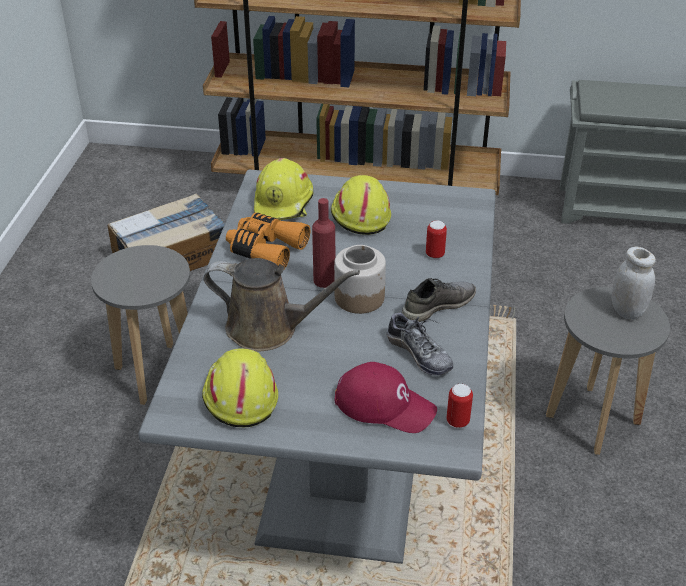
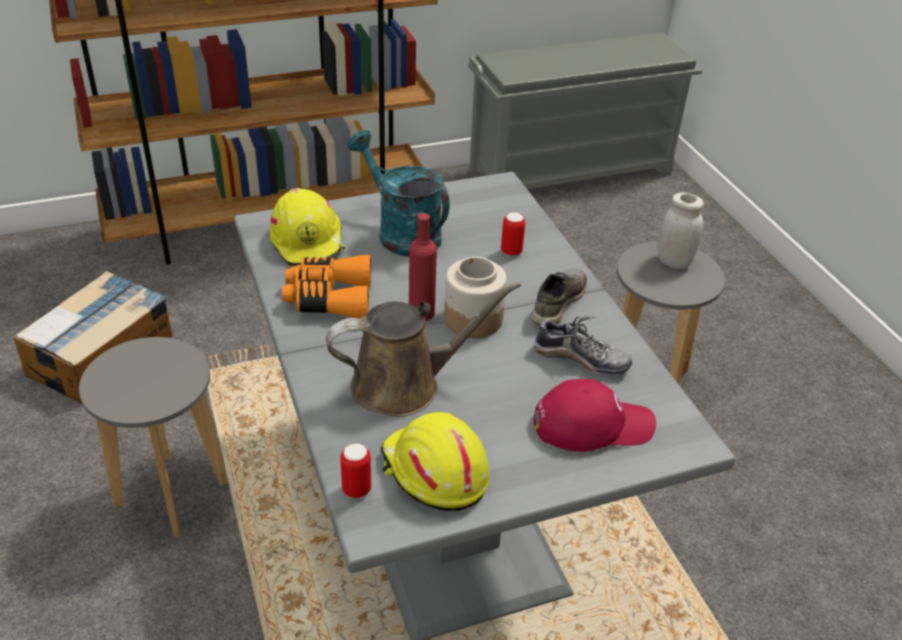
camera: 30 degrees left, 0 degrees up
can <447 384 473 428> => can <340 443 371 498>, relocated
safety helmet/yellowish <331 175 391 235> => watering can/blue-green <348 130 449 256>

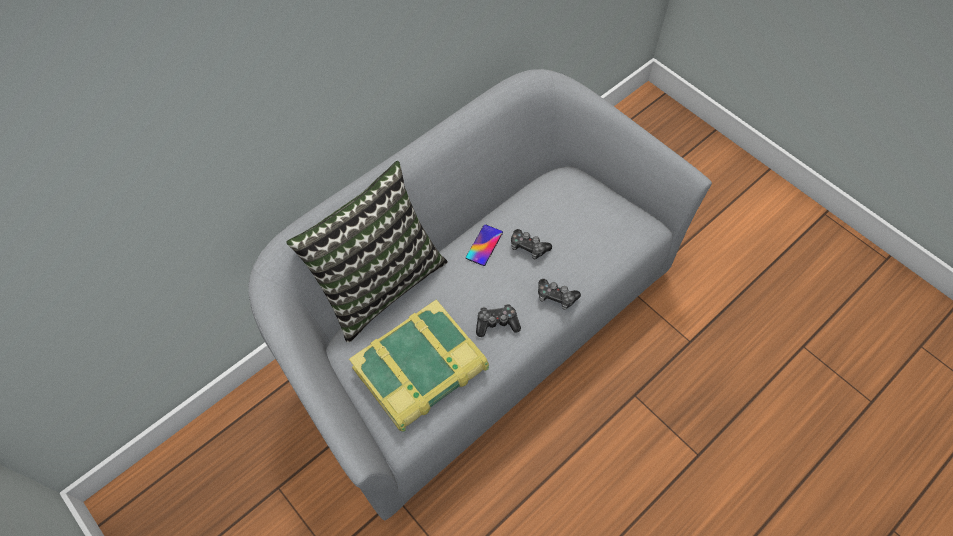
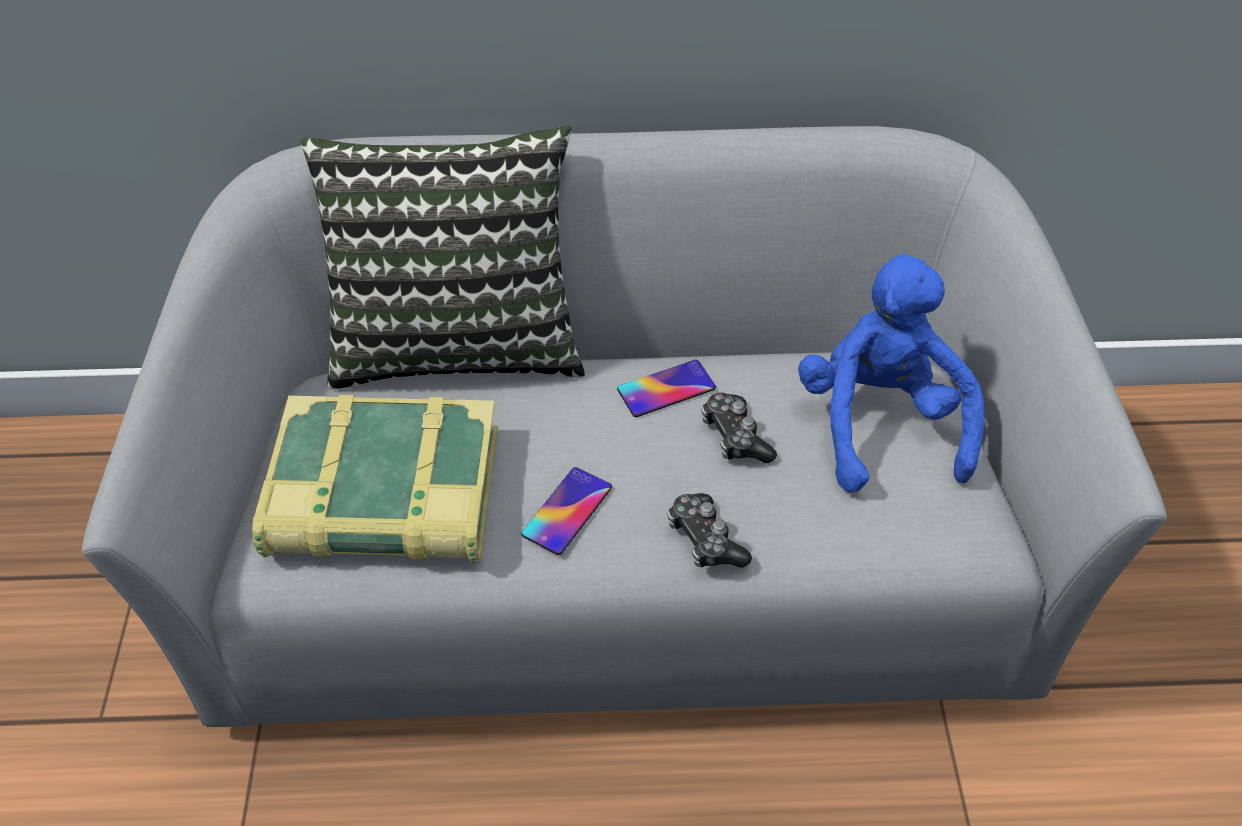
camera: 40 degrees right, 10 degrees down
gamepad <476 304 521 337> => phone <521 467 612 555>
nothing => plush toy/blue <798 253 985 493>

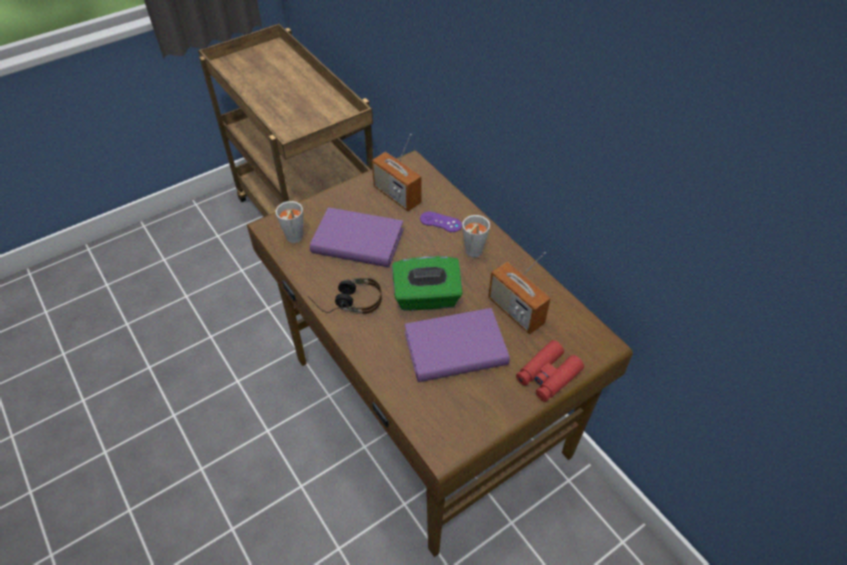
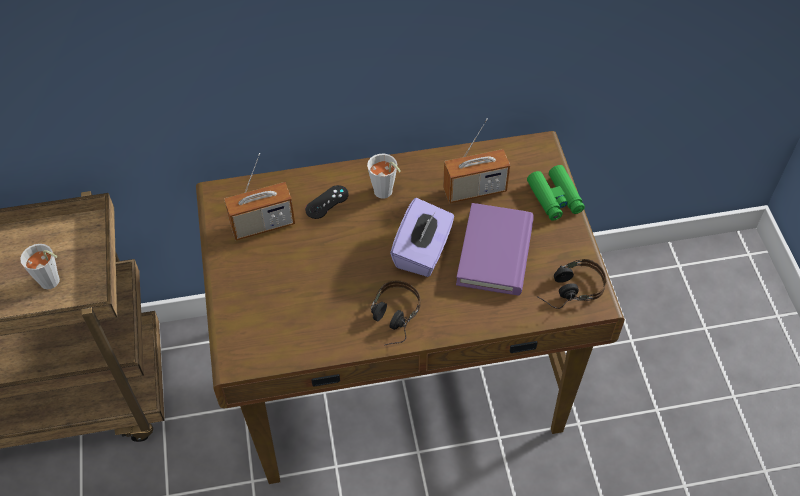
camera: 65 degrees left, 5 degrees up
drinking cup/greyish <275 201 303 243> => drinking cup/greyish <20 244 60 289>, relocated
gamepad/purplish <420 212 462 232> => gamepad/blackish <305 185 349 219>
tissue holder/greenish <392 256 463 311> => tissue holder/purplish <390 198 454 277>
pair of binoculars/reddish <516 340 584 402> => pair of binoculars/greenish <527 165 585 221>
nothing => pair of headphones <537 259 606 309>
bound book/purplish <310 207 404 267> => nothing

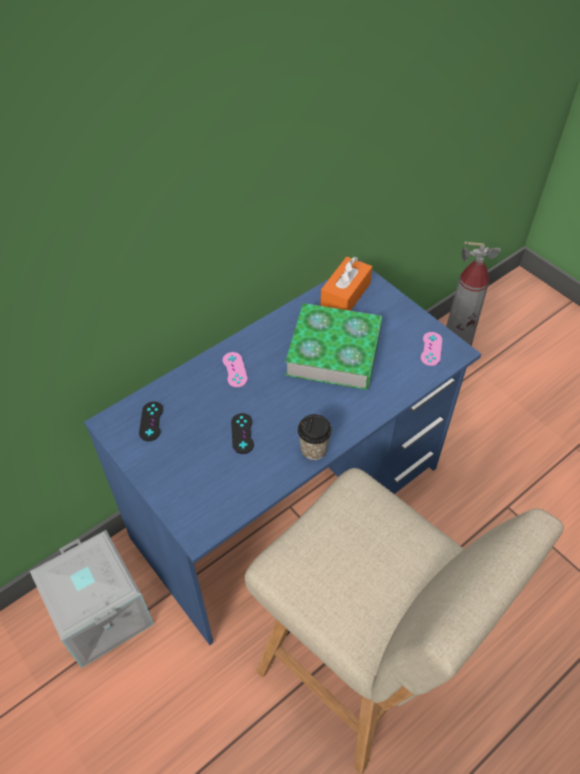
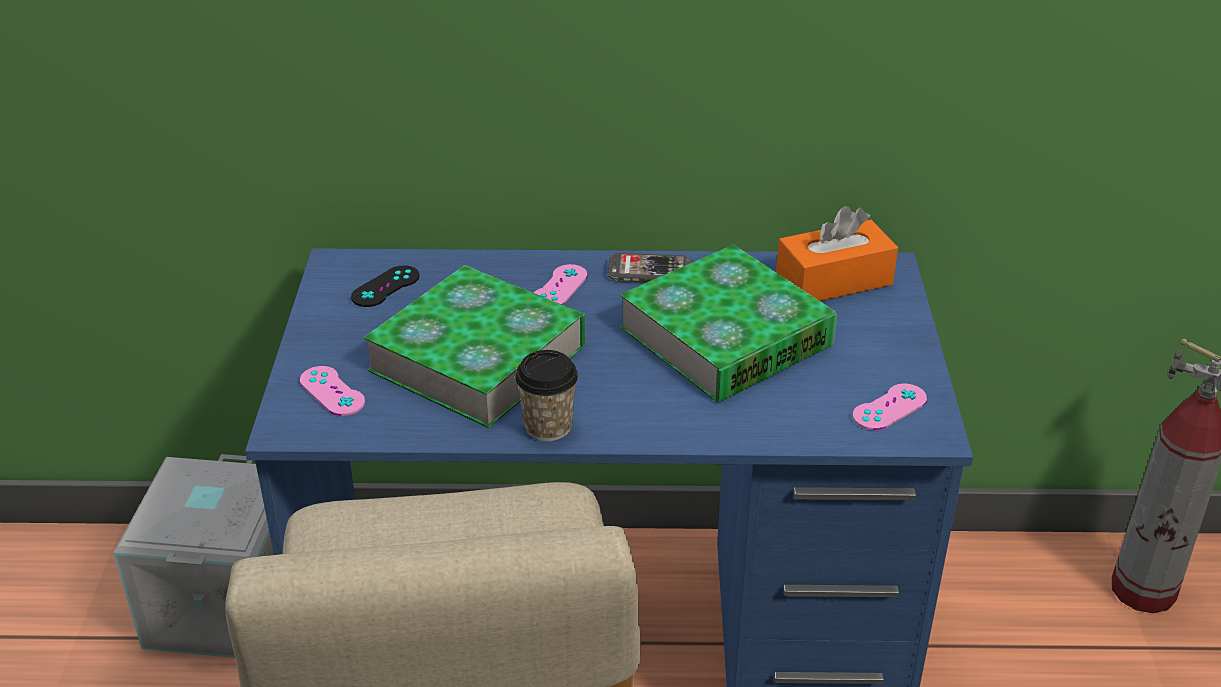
camera: 40 degrees right, 15 degrees down
nothing => gamepad/pinkish <300 366 365 416>
gamepad/blackish <231 413 254 454> => bound book <363 265 586 428>
nothing => phone <607 253 693 283>

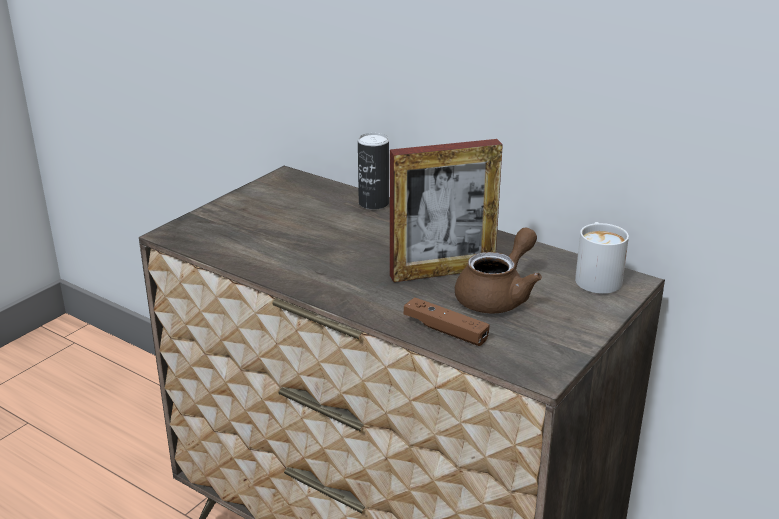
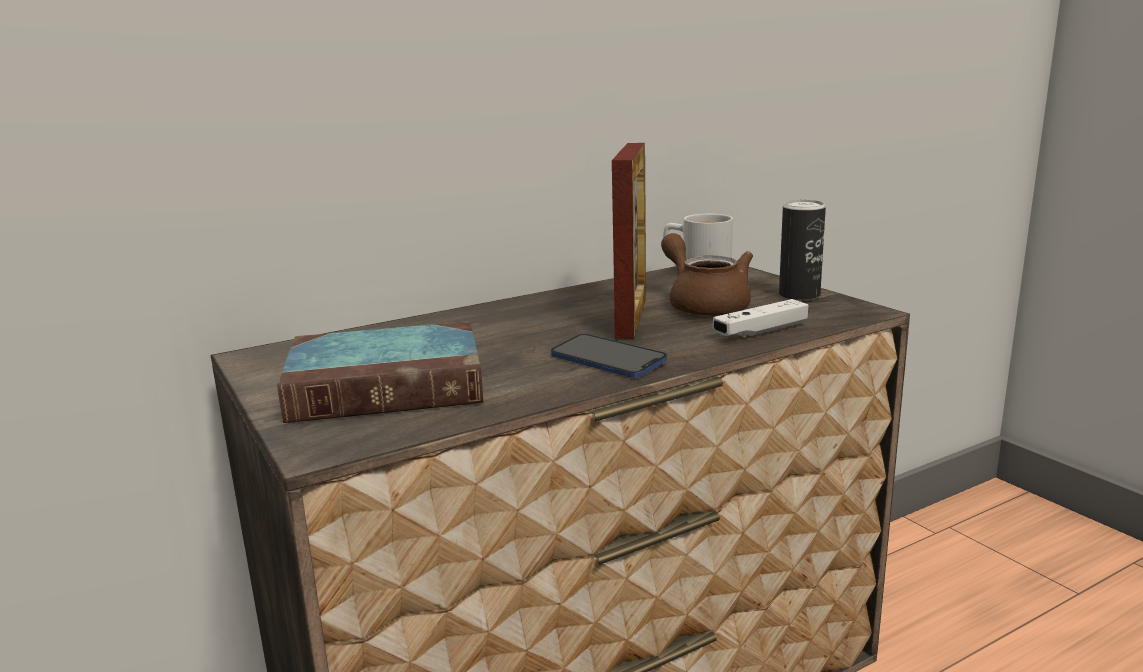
camera: 65 degrees left, 10 degrees down
nothing => bound book <277 321 483 423>
nothing => phone <551 334 667 378>
gamepad/brown <404 297 490 346> => gamepad/white-coloured <713 299 808 338>
can <358 133 389 210> => can <779 200 826 301>, relocated

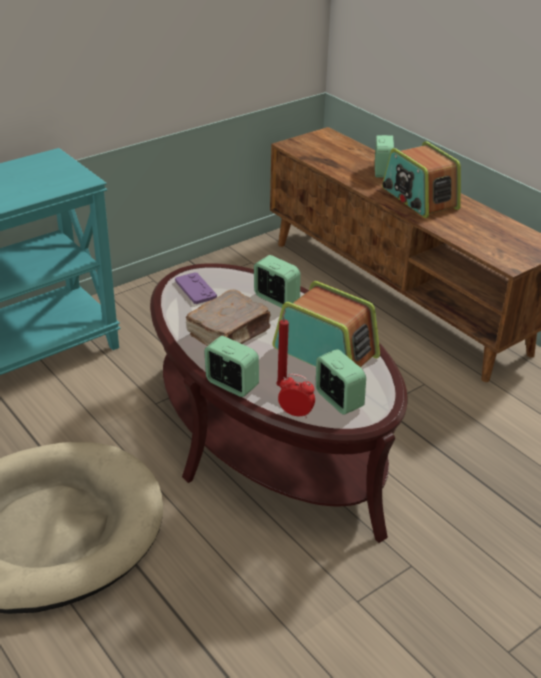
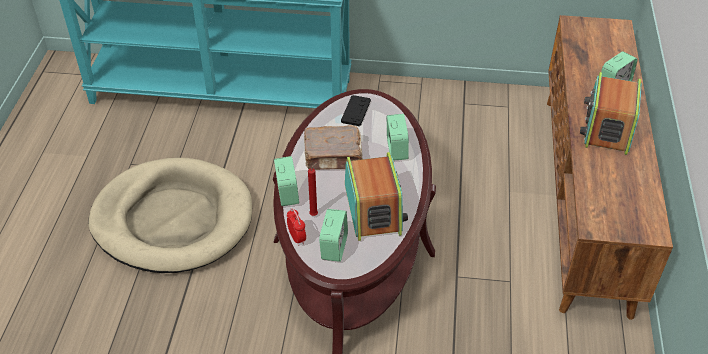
camera: 45 degrees right, 10 degrees up
gamepad/purplish <175 272 217 304> => gamepad/blackish <341 95 371 126>

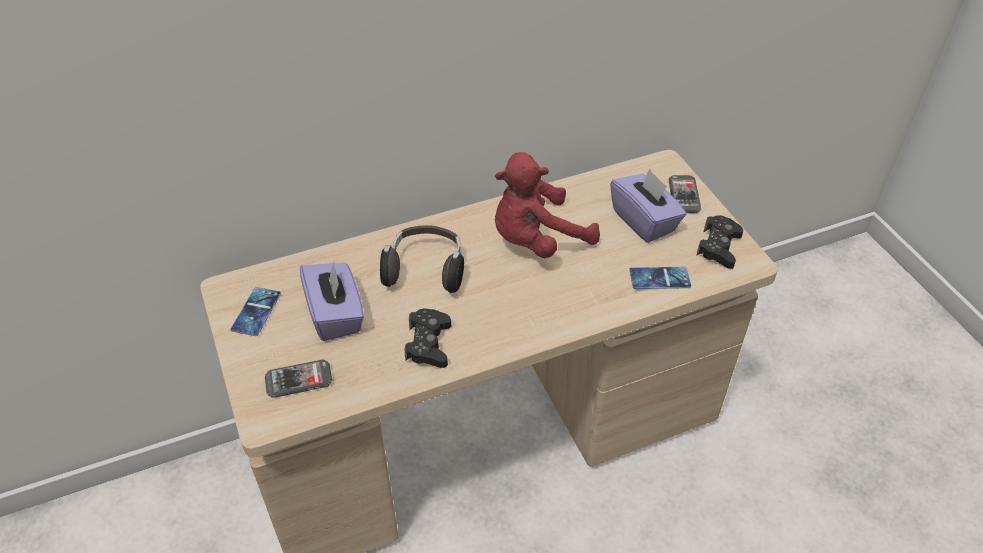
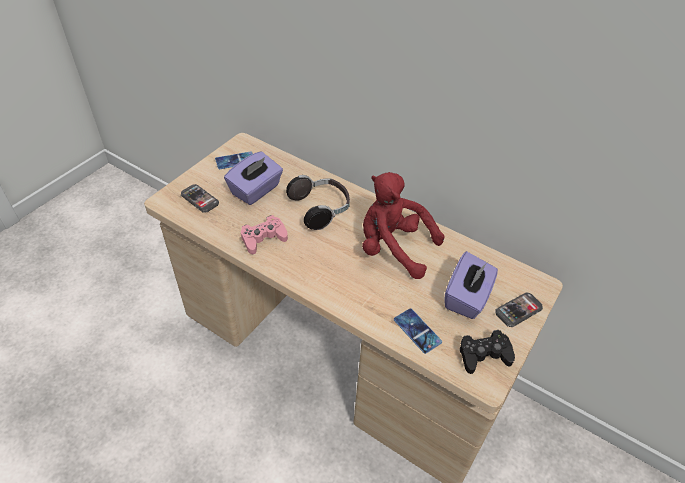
camera: 55 degrees right, 0 degrees up
gamepad/blackish <404 309 451 368> => gamepad/pinkish <241 215 288 255>

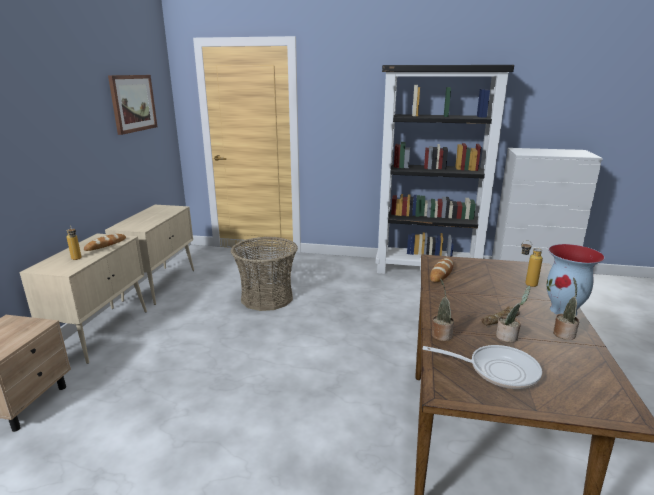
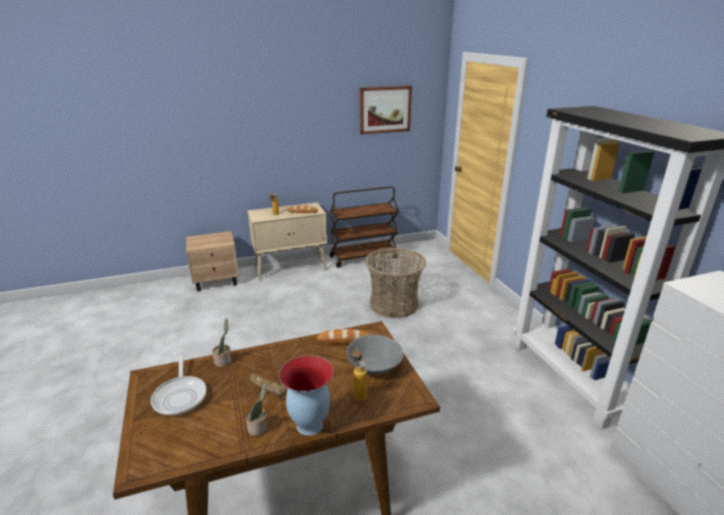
camera: 60 degrees right, 5 degrees up
cabinet/sand-coloured <105 205 194 305> => wheeled cart/brown <329 186 399 268>
nothing => serving bowl/greyish <347 335 404 375>
plant in a pot <496 286 531 343> => nothing

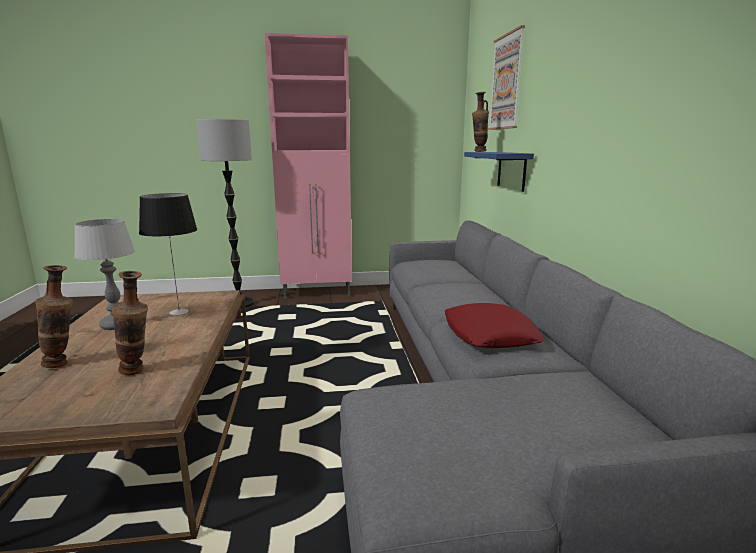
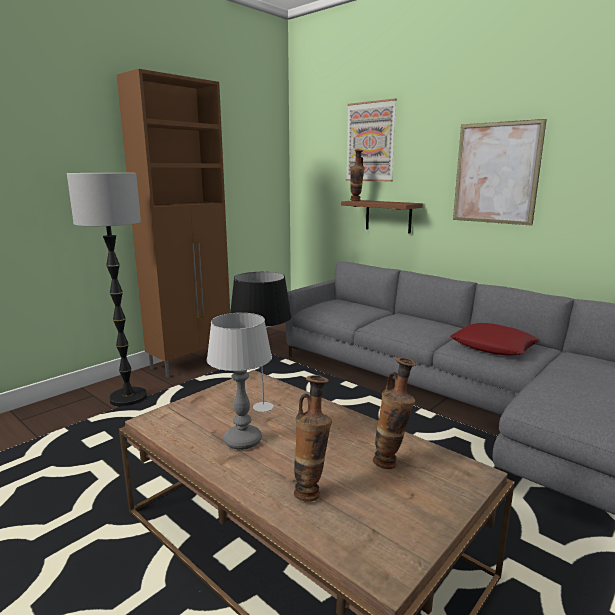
camera: 40 degrees left, 0 degrees up
cabinet/pinkish <265 33 352 299> => cabinet/brown <117 69 230 378>
shelf/blue <464 152 534 192> => shelf/brown <341 200 423 234>
nothing => picture <453 119 547 226>

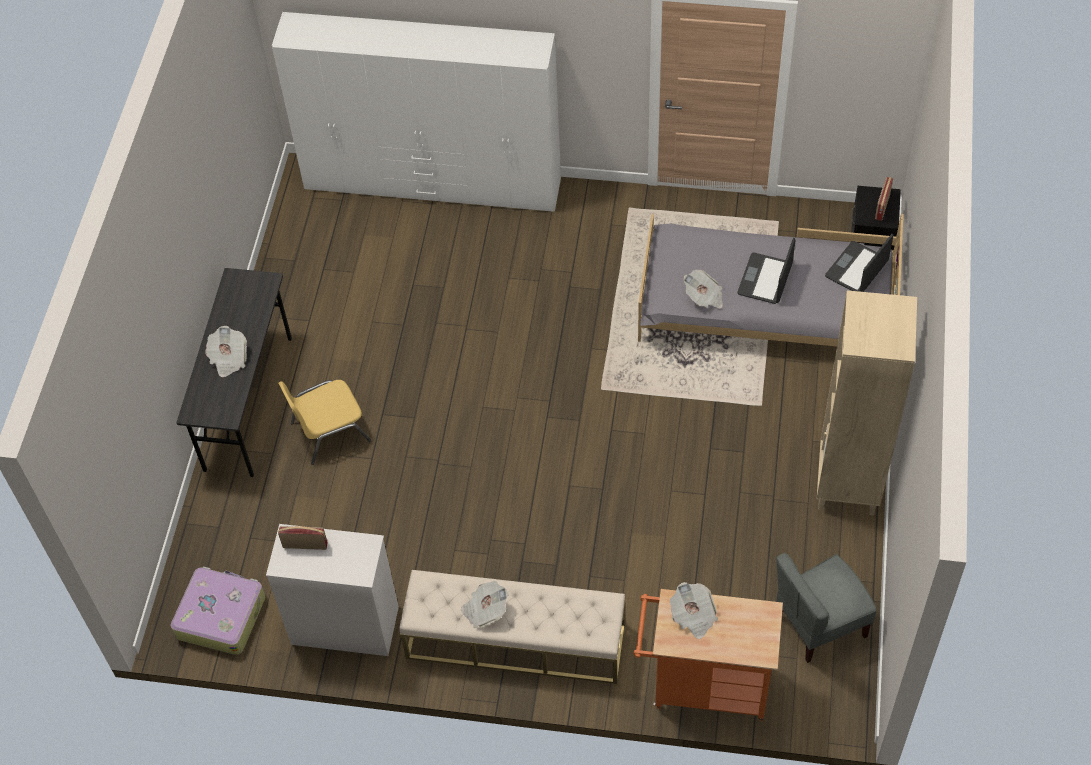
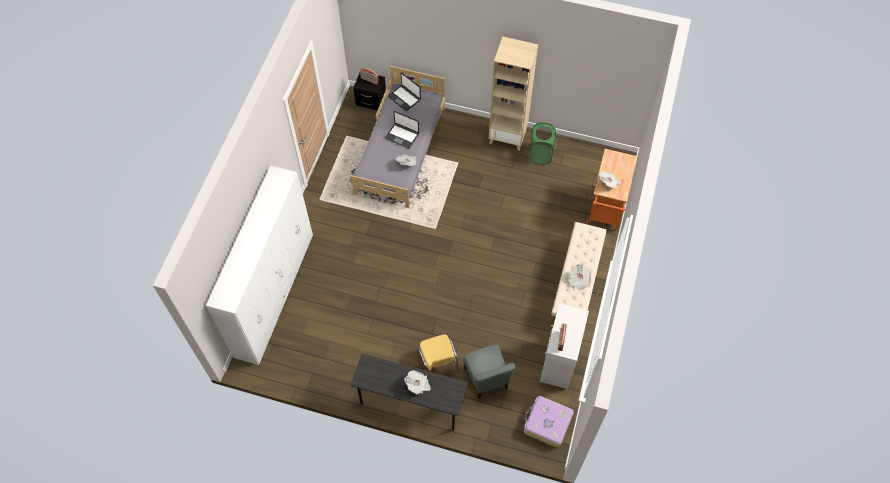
camera: 85 degrees left, 5 degrees up
plain chair/greyish <776 553 876 663> => plain chair/greyish <463 345 516 399>, relocated
nothing => hamper/greenish <529 123 556 165>

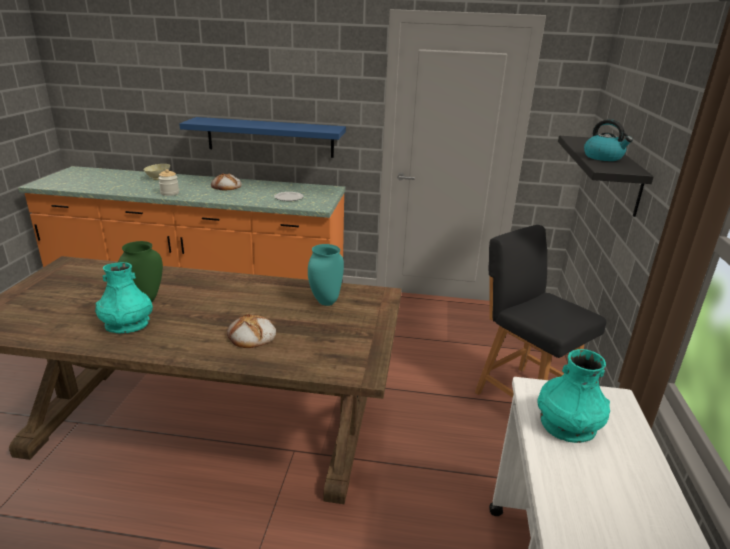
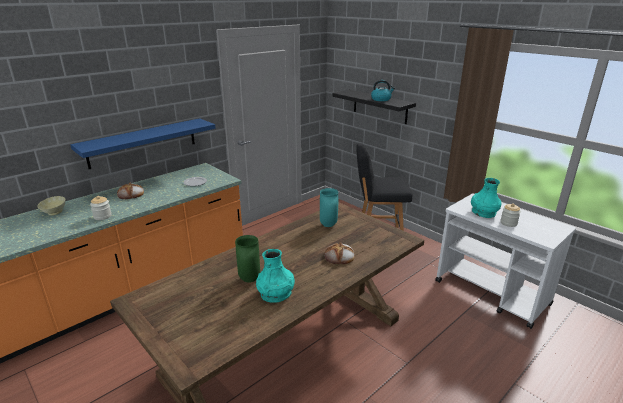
camera: 50 degrees left, 0 degrees up
nothing => preserve jar <500 203 521 227>

